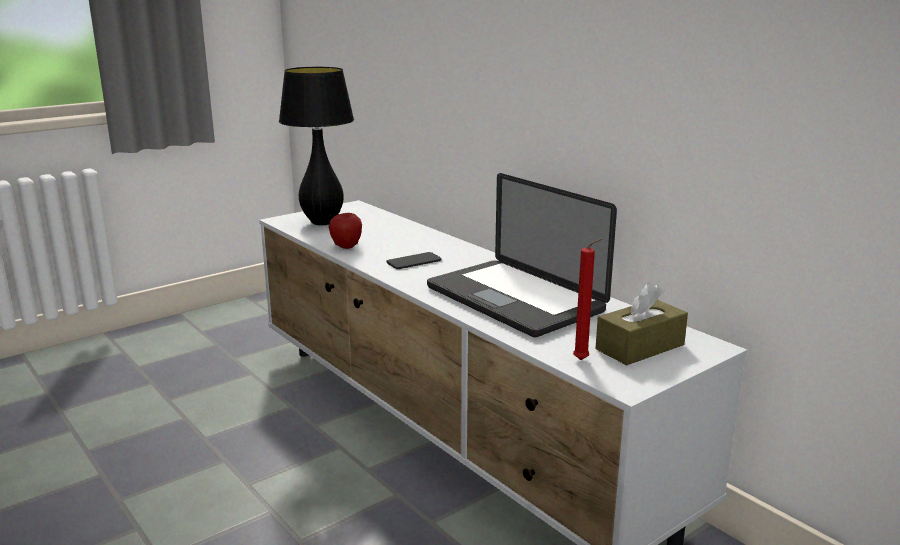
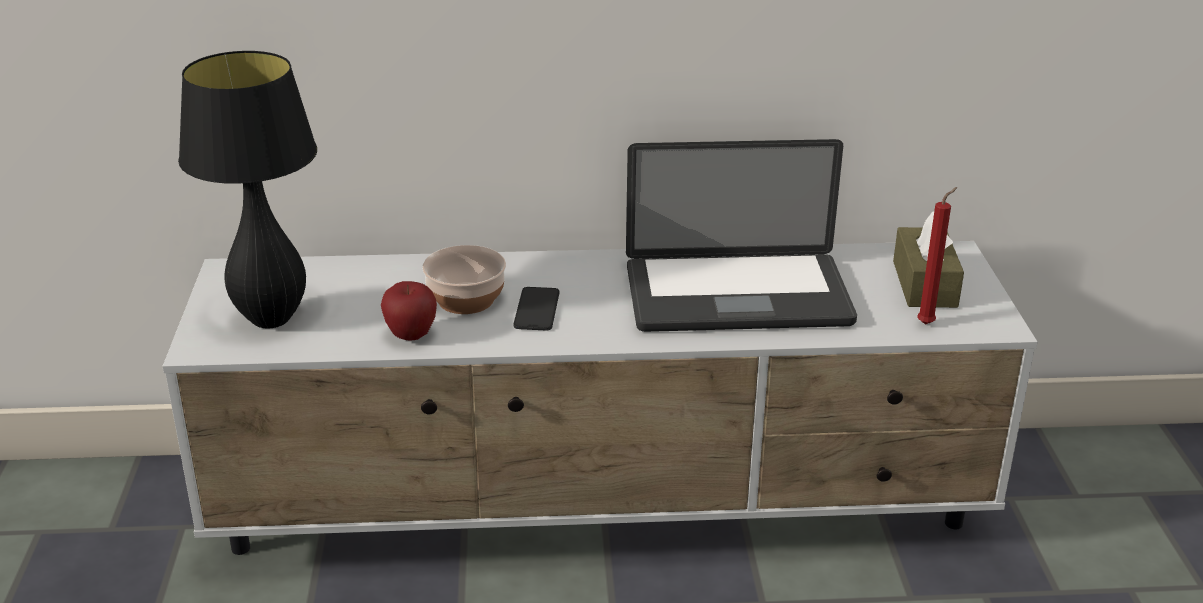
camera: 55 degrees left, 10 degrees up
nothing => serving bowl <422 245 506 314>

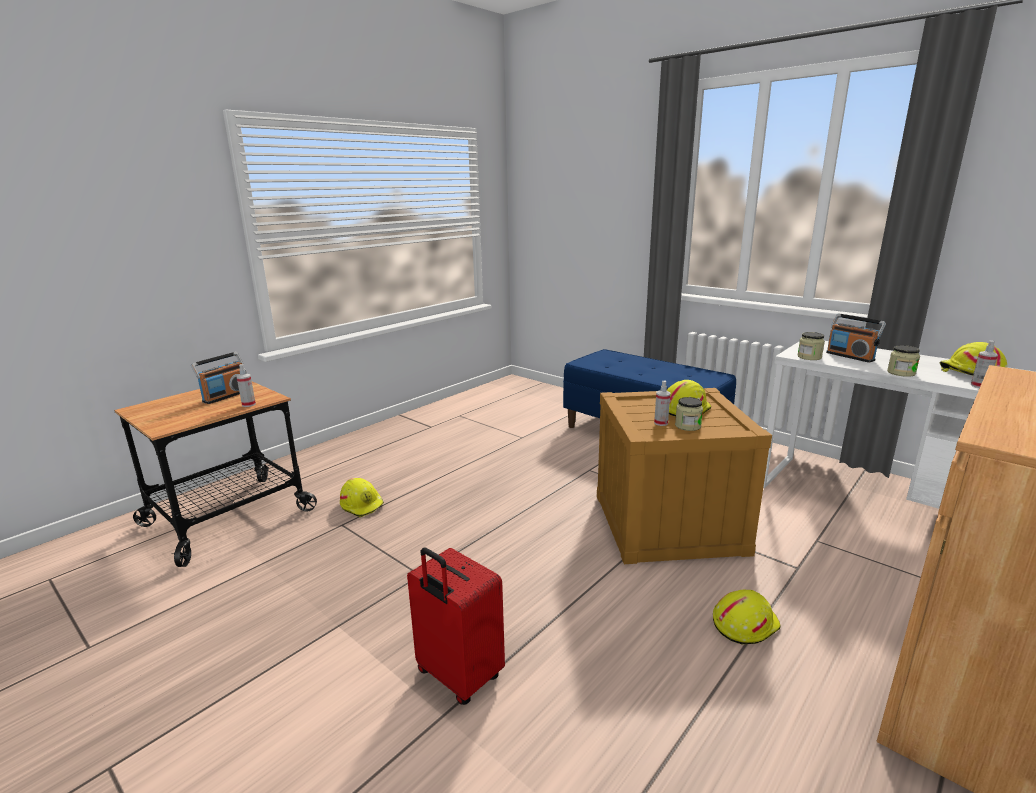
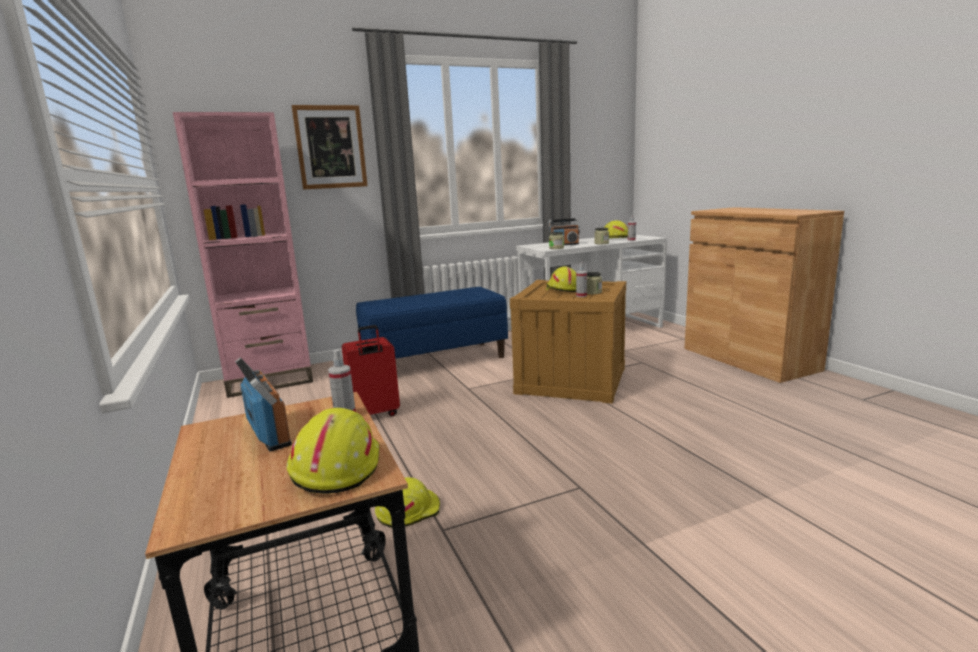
camera: 65 degrees left, 5 degrees down
nothing => shelving unit/pinkish <173 112 313 398>
safety helmet/yellowish <713 590 781 645> => safety helmet/yellowish <286 408 379 494>, relocated
nothing => picture <292 105 368 190>
suitcase/reddish <407 547 505 705> => suitcase/reddish <342 325 400 416>, relocated

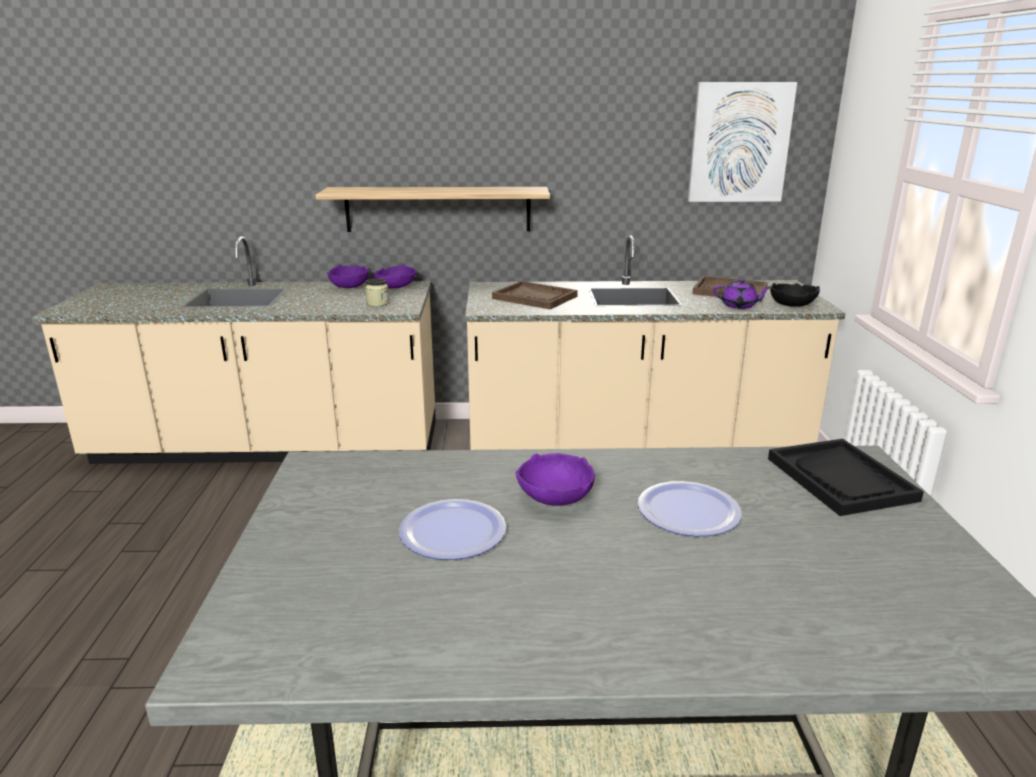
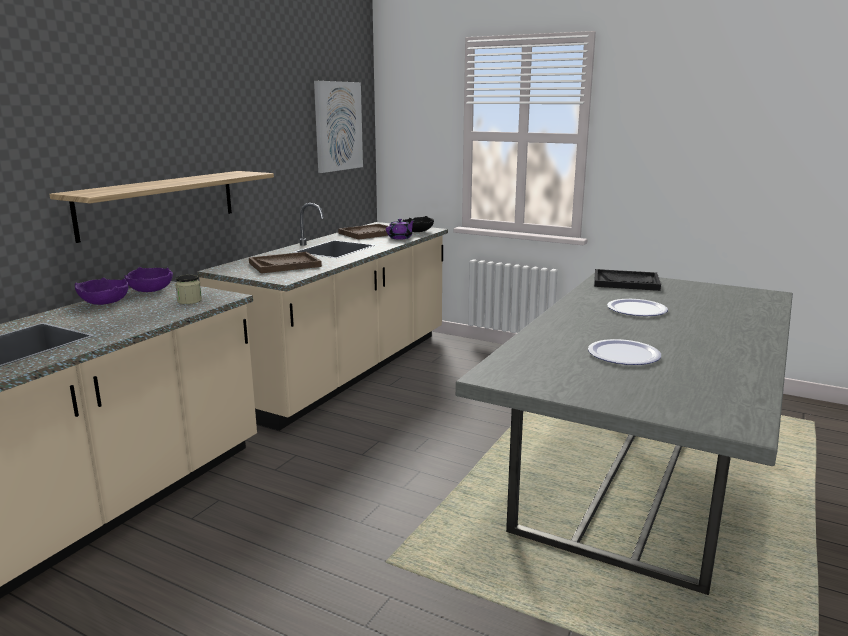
camera: 60 degrees left, 5 degrees down
serving bowl/purplish <516 453 595 506> => nothing

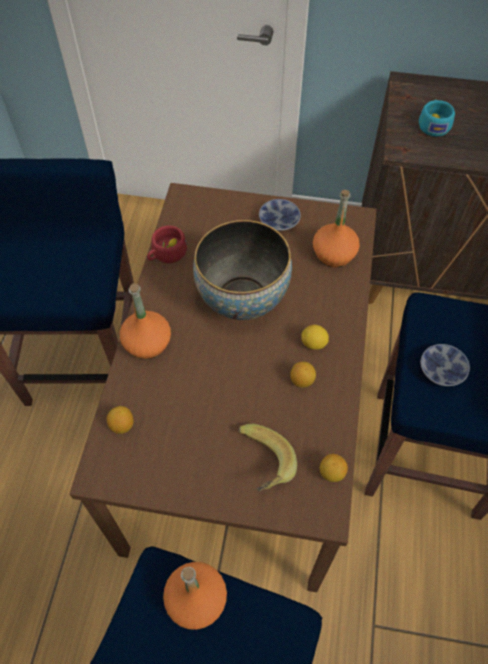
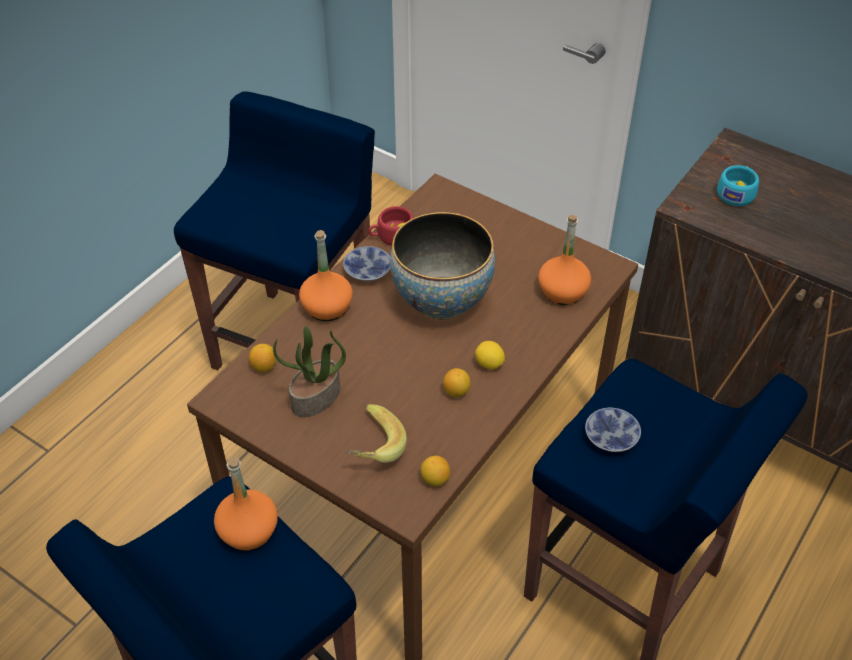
camera: 25 degrees right, 10 degrees down
nothing => plant in a pot <273 326 346 417>
serving bowl <259 199 301 231> => serving bowl <343 246 390 281>, relocated

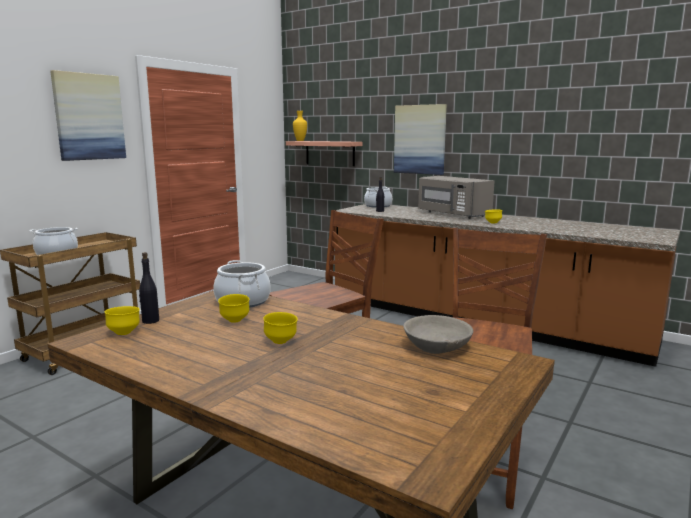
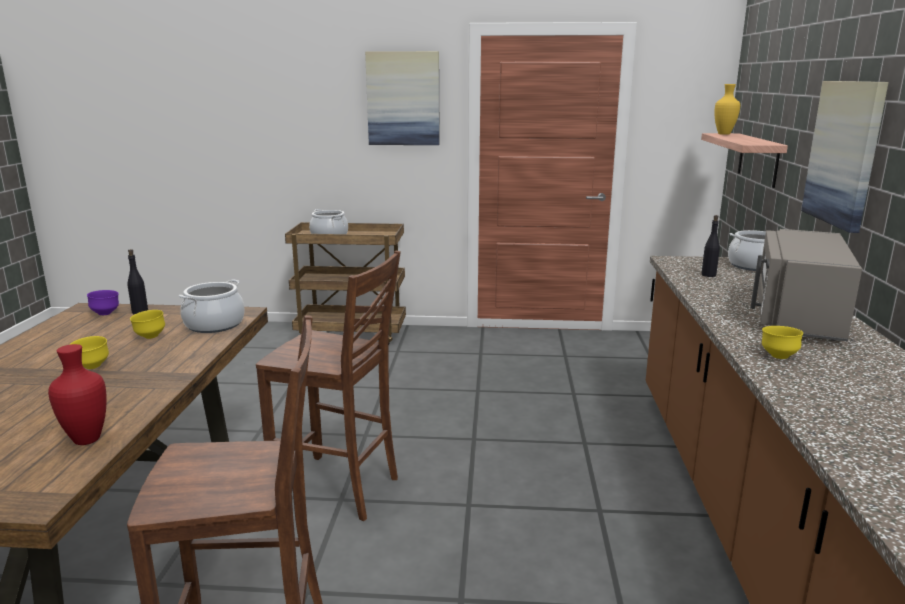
camera: 60 degrees right, 5 degrees up
serving bowl/greyish <403 315 473 354> => vase/reddish <48 344 107 445>
serving bowl/yellowish <105 306 140 335> => serving bowl/purplish <87 290 119 315>

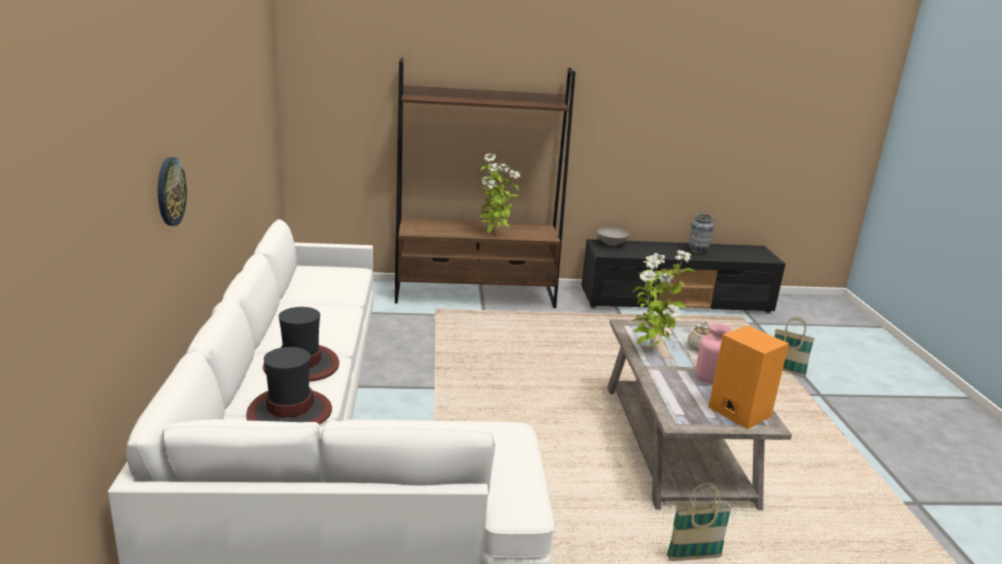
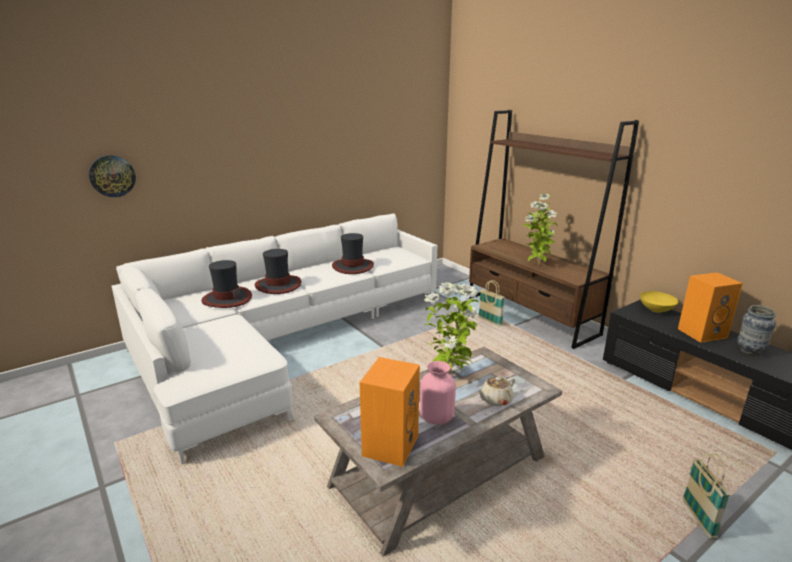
camera: 60 degrees right, 0 degrees up
hanging clock <158 157 187 226> => hanging clock <89 155 136 197>, relocated
nothing => hat <332 233 374 274>
household basket <667 483 732 561> => household basket <478 280 505 327>, relocated
serving bowl/greyish <597 227 630 246> => serving bowl/yellowish <640 291 679 313>
nothing => speaker/orange <678 272 743 343>

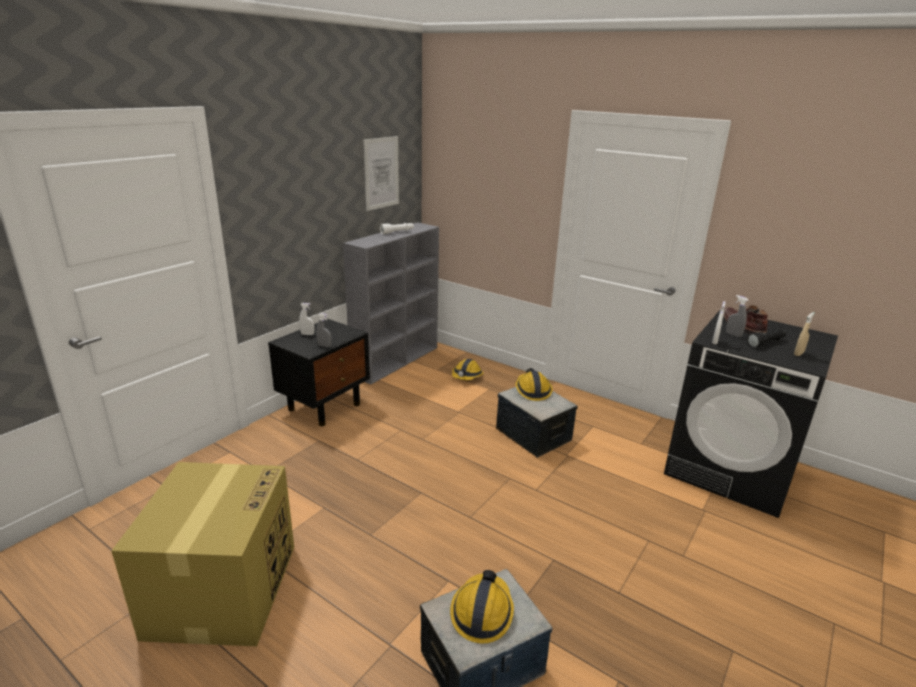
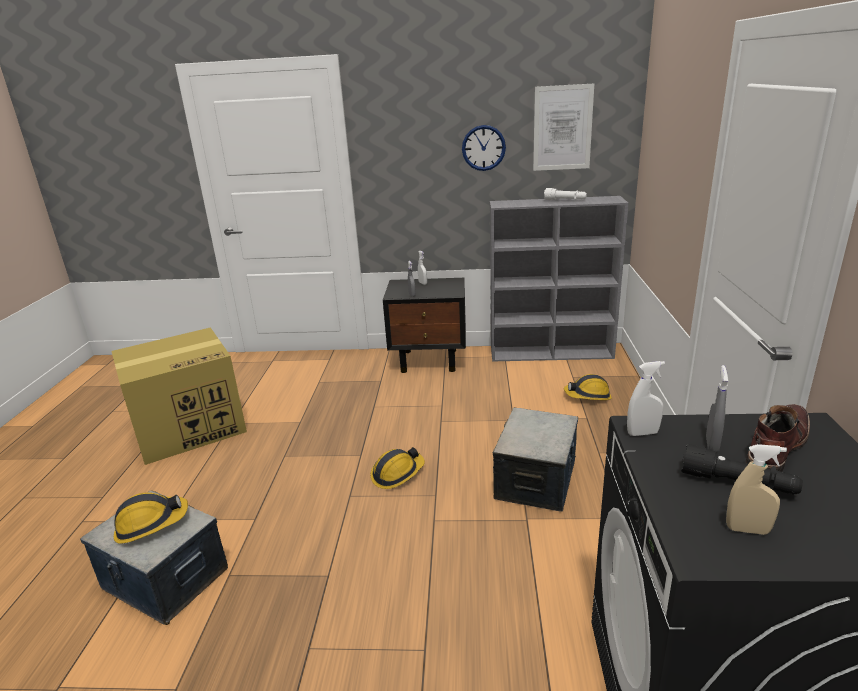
camera: 60 degrees right, 0 degrees up
safety helmet <516 368 553 401> => safety helmet <370 447 425 489>, relocated
nothing => hanging clock <462 125 506 171>

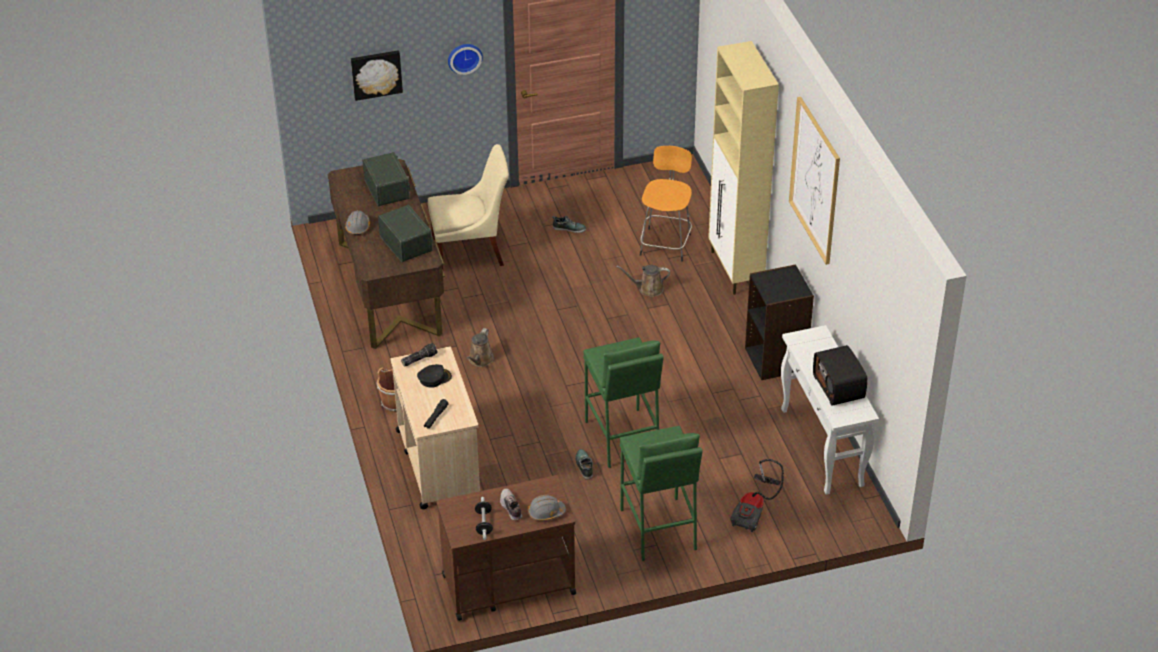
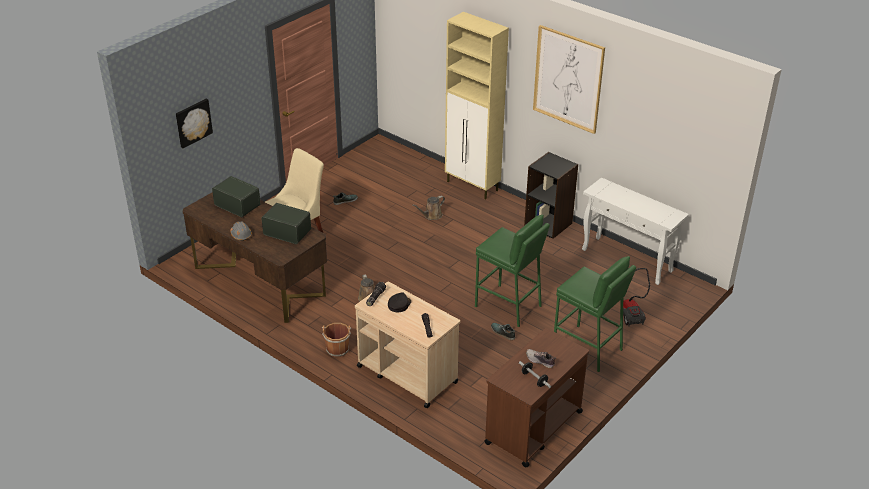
camera: 35 degrees left, 5 degrees down
hanging clock <448 44 483 75> => nothing
safety helmet/greyish <528 495 566 521> => nothing
sitting stool/orange <640 146 692 261> => nothing
radio receiver <813 345 867 406> => nothing

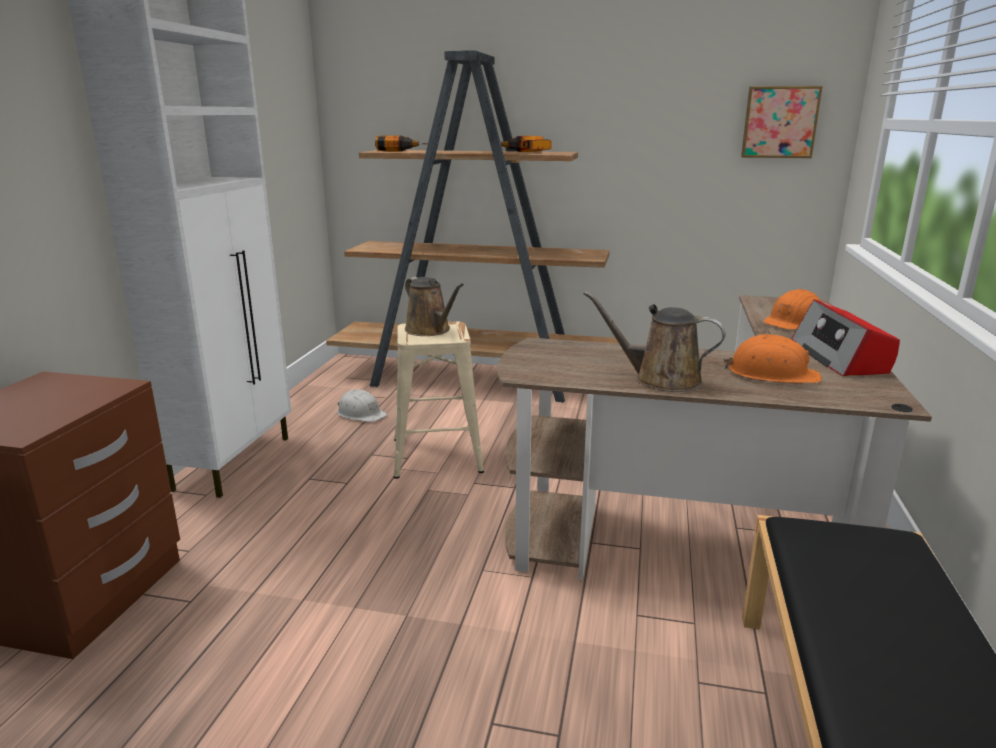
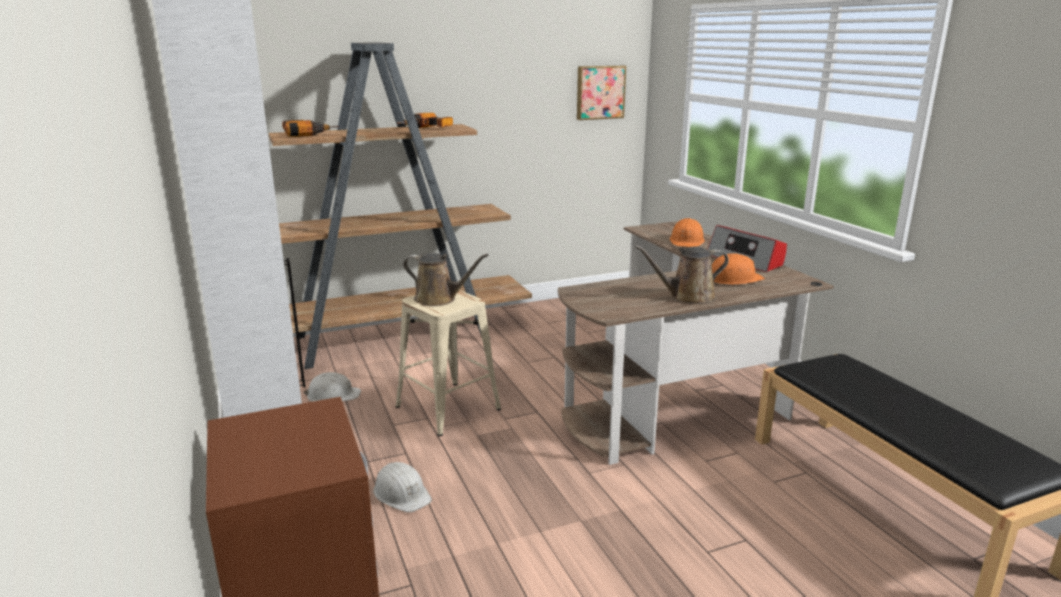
camera: 35 degrees left, 0 degrees up
nothing => safety helmet/white-coloured <373 462 432 512>

